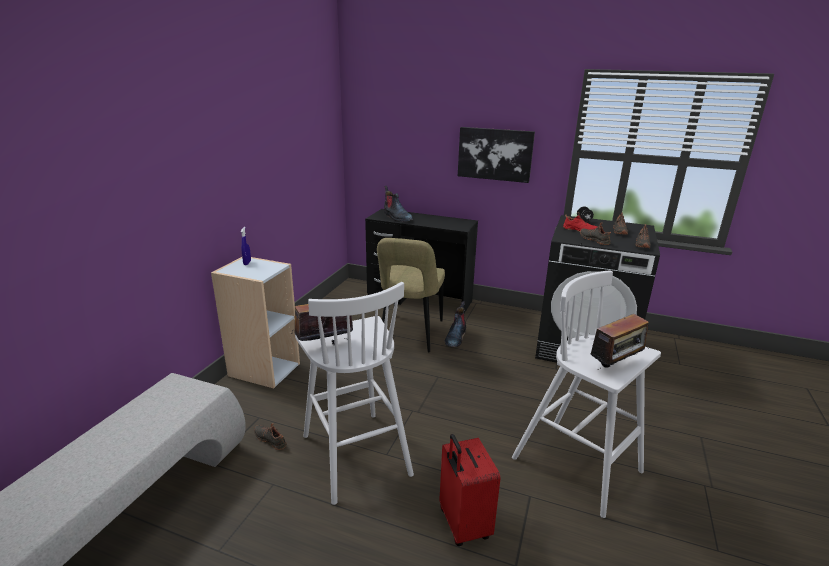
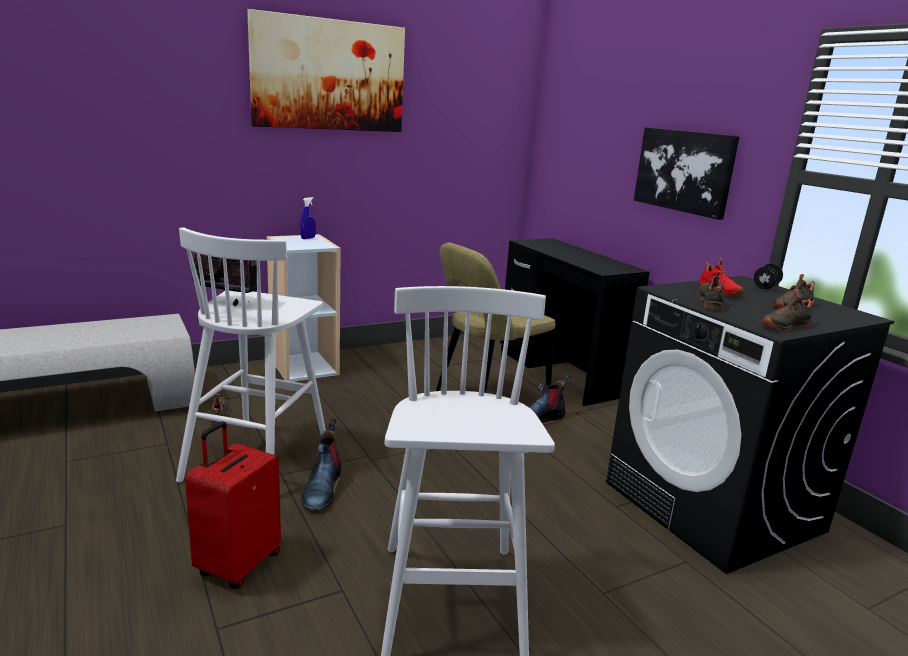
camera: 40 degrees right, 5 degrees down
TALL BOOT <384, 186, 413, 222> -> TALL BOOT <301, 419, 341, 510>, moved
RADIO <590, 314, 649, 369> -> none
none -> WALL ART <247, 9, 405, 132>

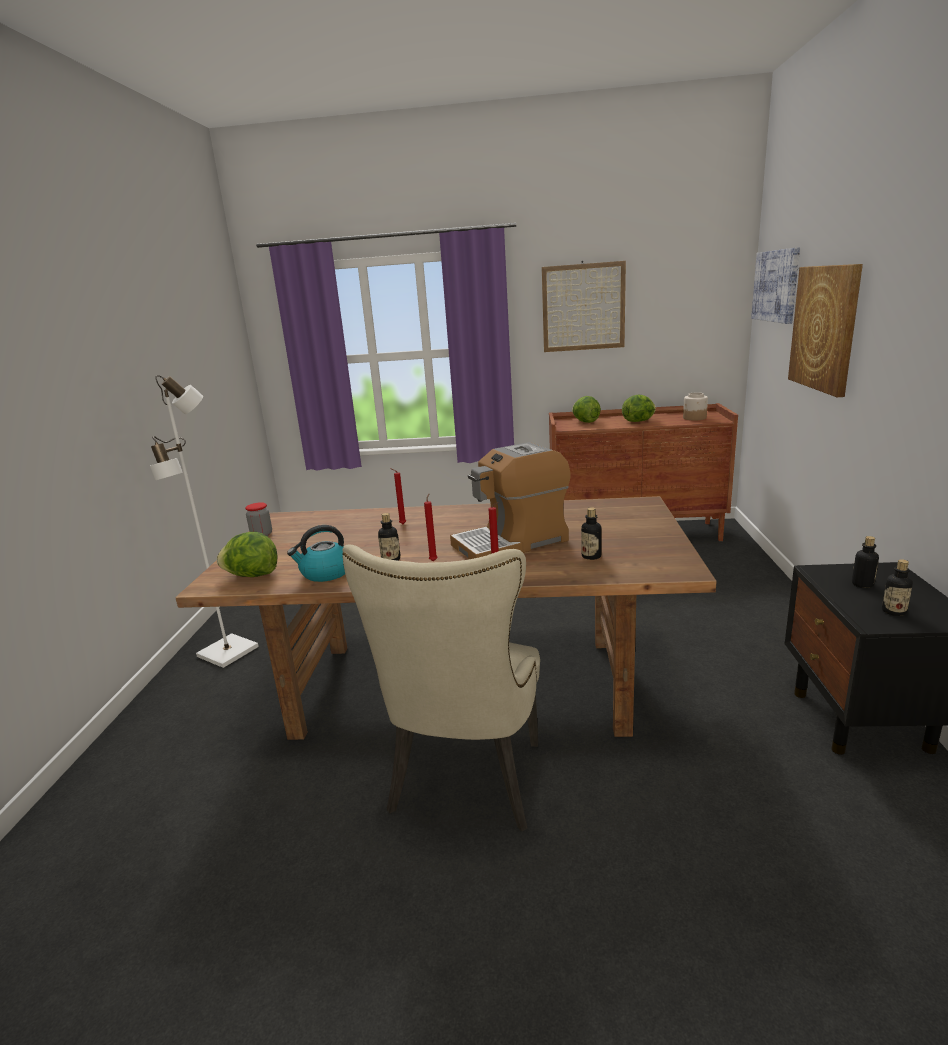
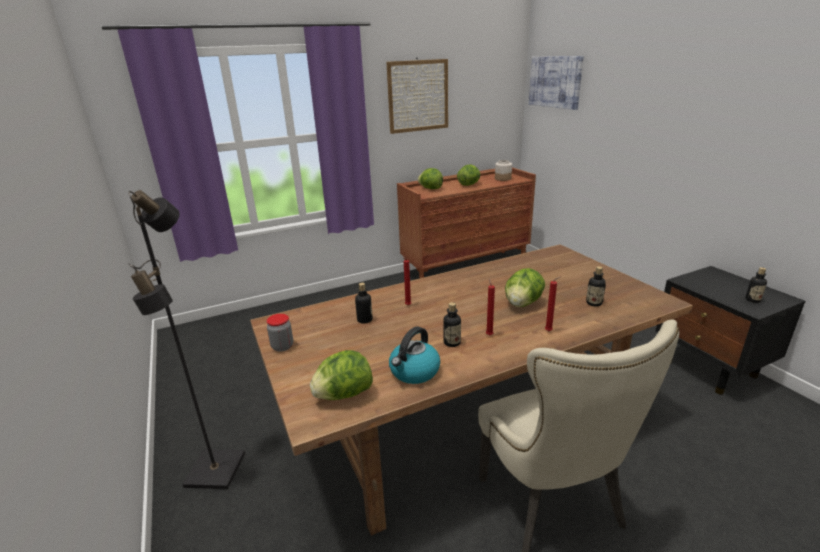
camera: 30 degrees left, 5 degrees up
WHITE FLOOR LAMP <150, 375, 259, 668> -> BLACK FLOOR LAMP <128, 190, 245, 489>
COFFEE MAKER <450, 442, 571, 559> -> LETTUCE <505, 268, 545, 307>
WALL ART <788, 264, 863, 397> -> none
BOTTLE <852, 536, 879, 588> -> BOTTLE <355, 283, 373, 324>, moved

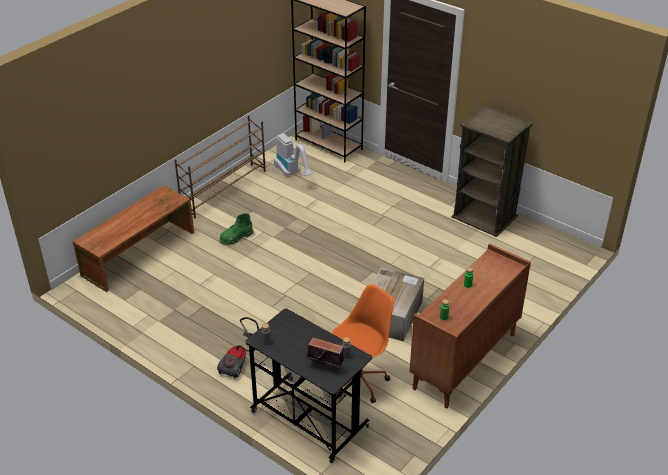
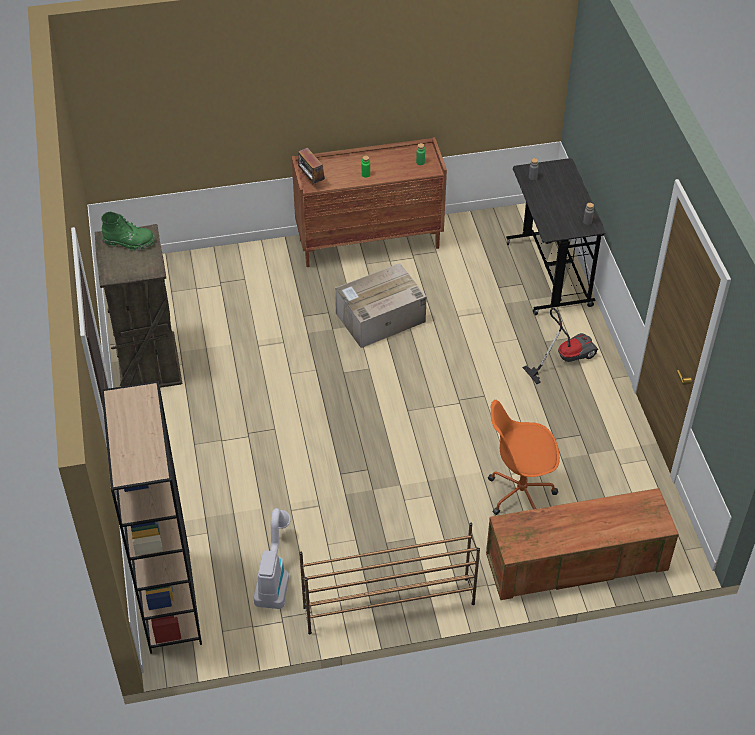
camera: 140 degrees left, 10 degrees up
GREEN-COLOURED TALL BOOT <219, 213, 254, 245> -> GREEN-COLOURED TALL BOOT <101, 212, 155, 251>, moved
RADIO <306, 338, 344, 371> -> RADIO <298, 148, 325, 183>, moved
ORANGE DESK CHAIR <332, 284, 394, 403> -> ORANGE DESK CHAIR <488, 400, 560, 515>, moved

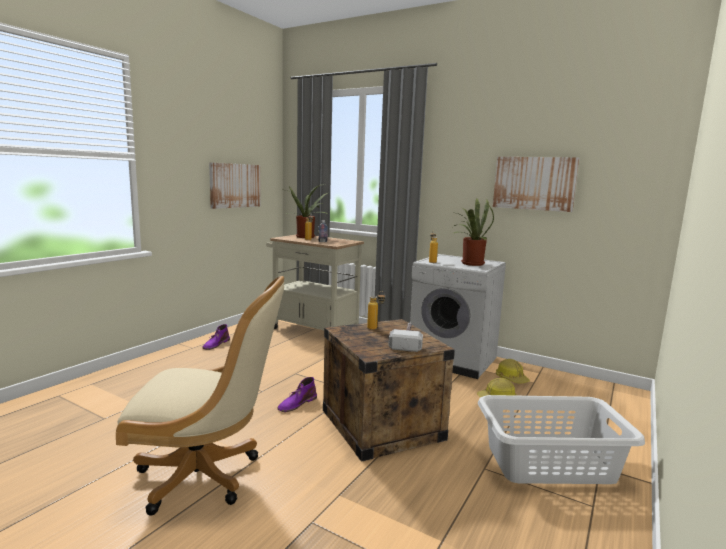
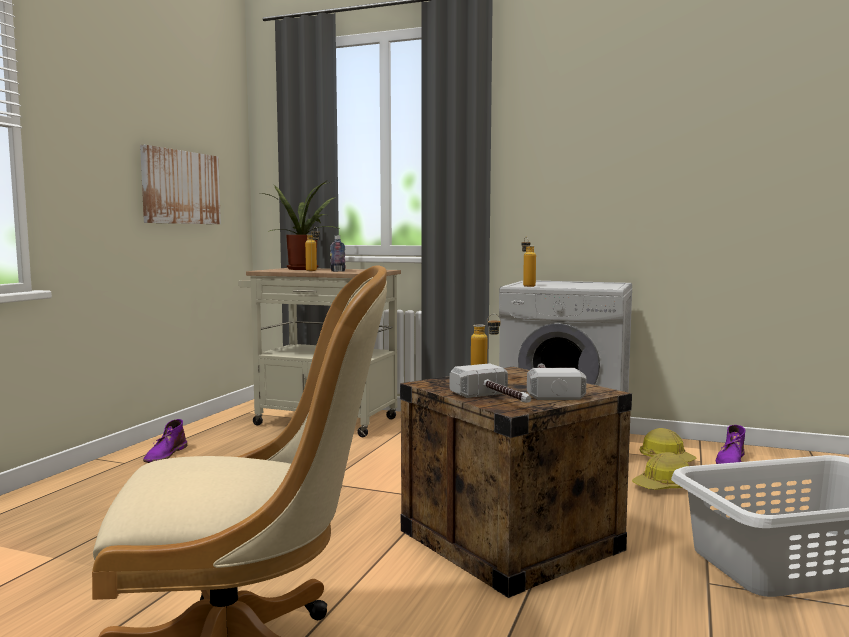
camera: 10 degrees left, 5 degrees down
PURPLISH TALL BOOT <277, 377, 317, 412> -> PURPLISH TALL BOOT <716, 425, 746, 464>, moved
POTTED PLANT <452, 198, 494, 266> -> none
WALL ART <493, 157, 580, 212> -> none
none -> HAND HAMMER <450, 363, 531, 403>

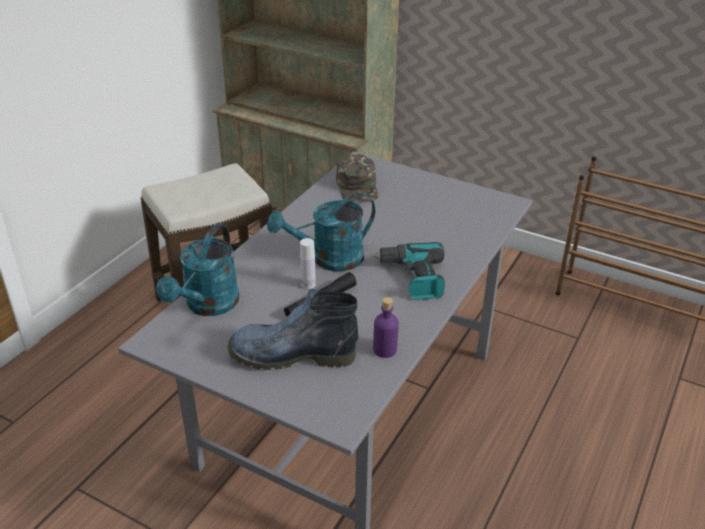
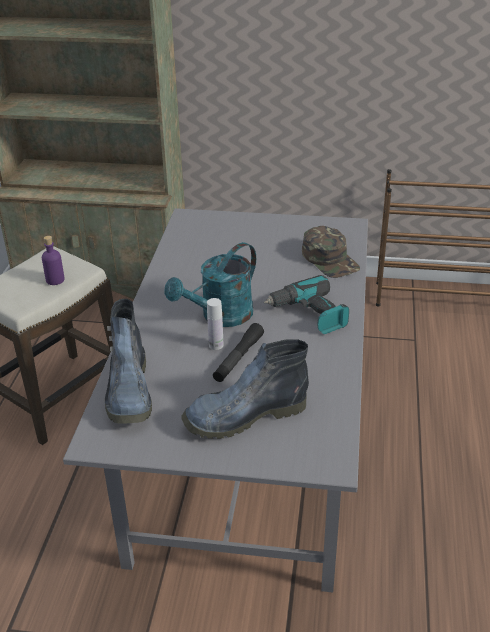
camera: 20 degrees left, 0 degrees up
BLUE-GREEN WATERING POT <156, 224, 240, 316> -> TALL BOOT <105, 299, 152, 424>
GREEN-COLOURED PEAKED CAP <336, 154, 378, 202> -> GREEN-COLOURED PEAKED CAP <302, 226, 360, 278>, moved
PURPLISH BOTTLE <373, 297, 399, 358> -> PURPLISH BOTTLE <42, 236, 65, 285>, moved

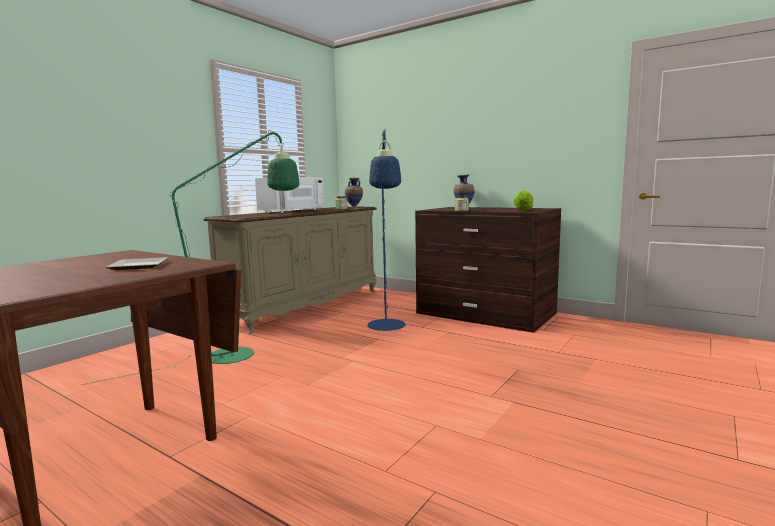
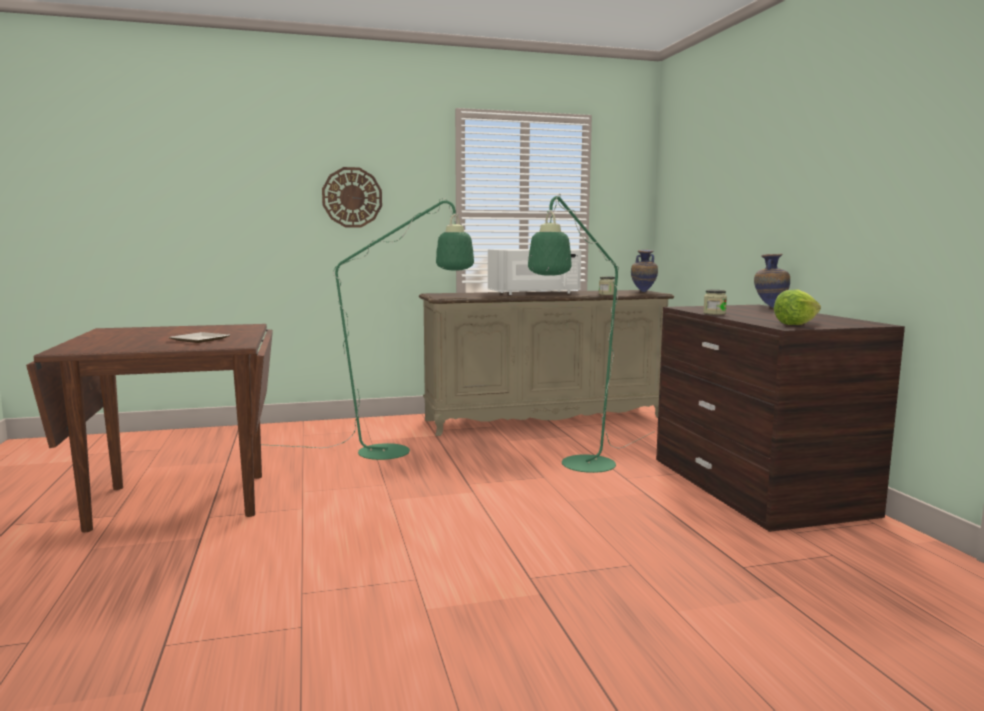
camera: 40 degrees right, 0 degrees up
BLUE-COLOURED FLOOR LAMP <367, 128, 406, 331> -> GREEN-COLOURED FLOOR LAMP <528, 194, 655, 473>
none -> CLOCK ON THE WALL <322, 167, 382, 228>

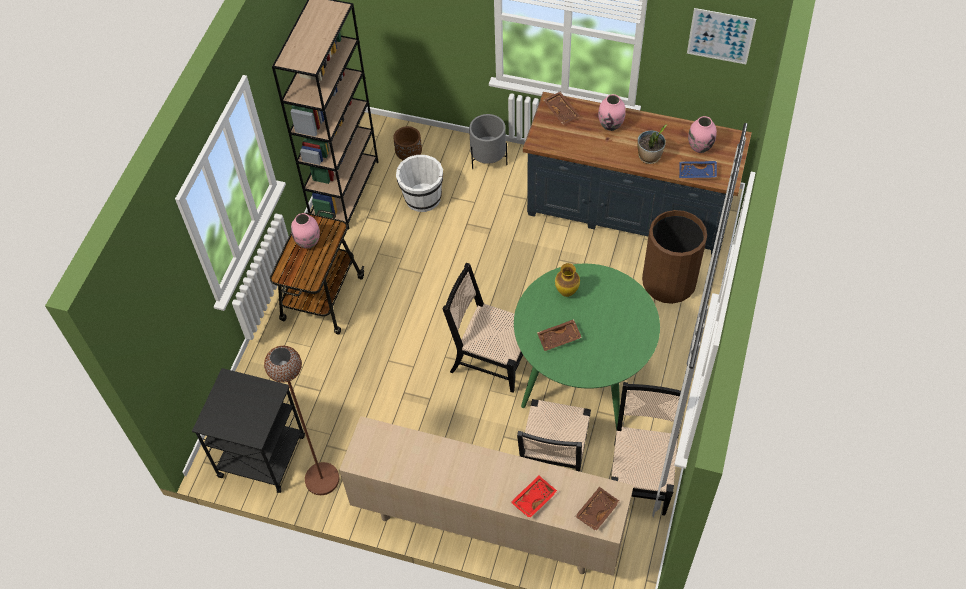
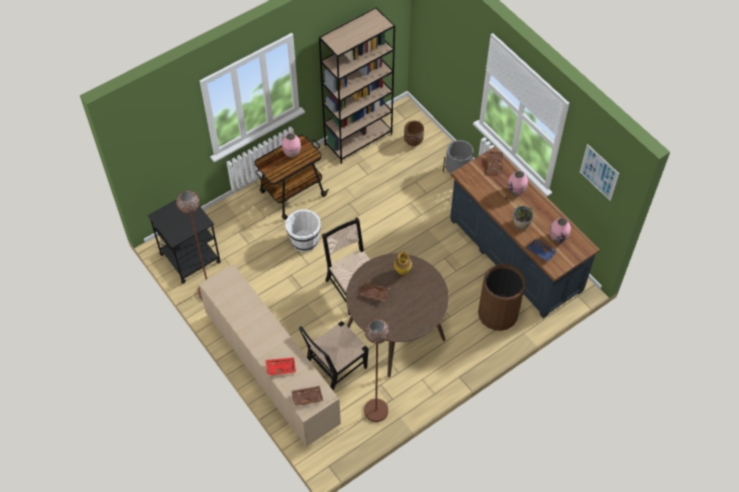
camera: 35 degrees right, 0 degrees up
WHITE BUCKET <396, 155, 443, 212> -> WHITE BUCKET <285, 209, 321, 252>, moved
GREEN-COLOURED DINNER TABLE <514, 264, 660, 430> -> BROWNISH DINNER TABLE <346, 253, 449, 377>
CHAIR <611, 382, 681, 515> -> BROWNISH FLOOR LAMP <364, 318, 390, 422>

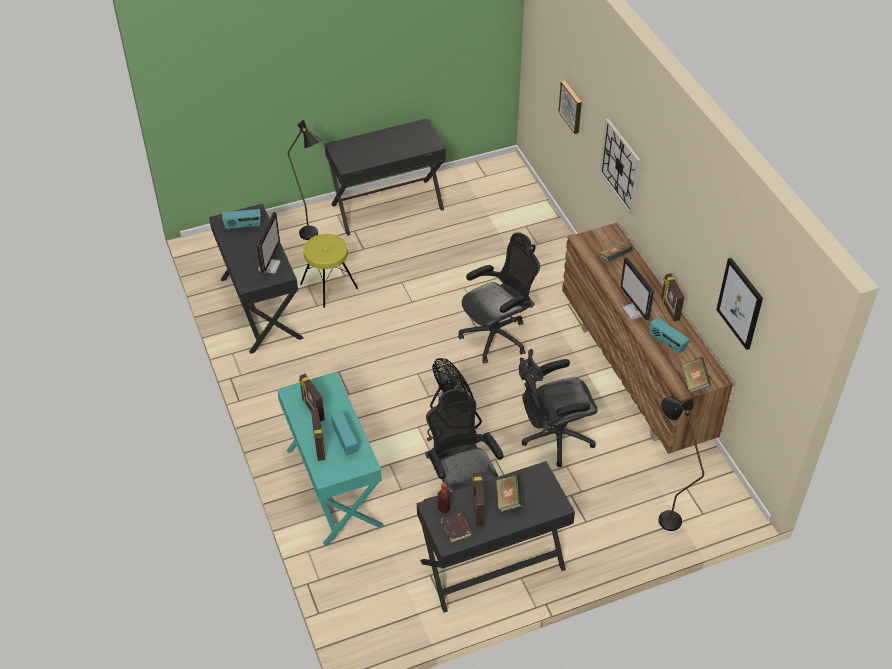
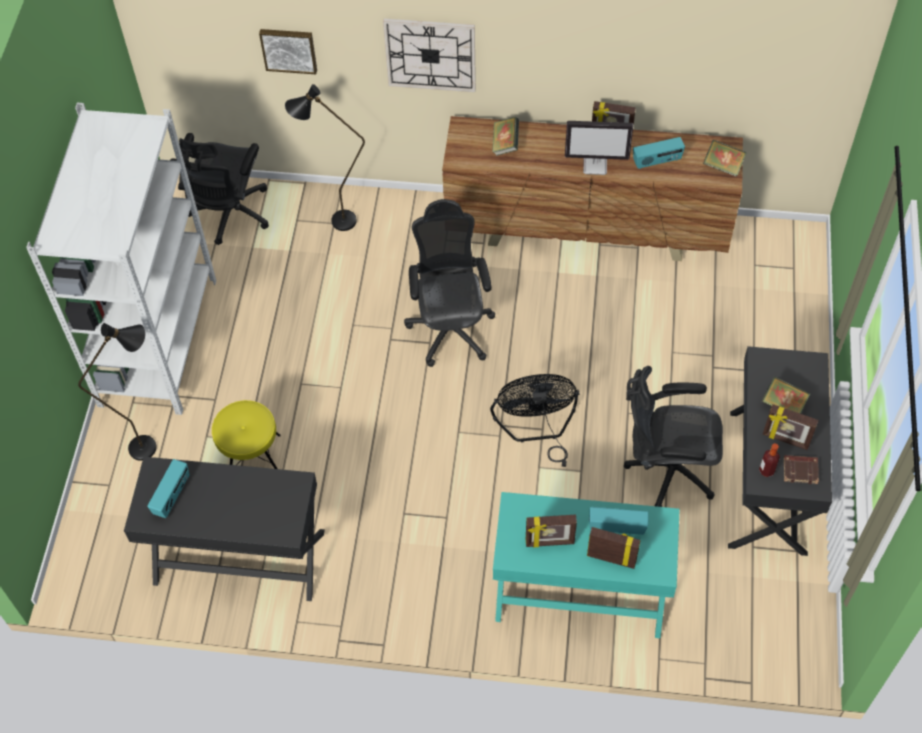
camera: 60 degrees left, 10 degrees up
COMPUTER SCREEN <257, 212, 281, 274> -> none
BLACK DESK TABLE <324, 118, 446, 236> -> WHITE BOOKSHELF <26, 103, 216, 415>
DESK CHAIR <519, 349, 598, 467> -> DESK CHAIR <170, 133, 269, 245>, moved
BLACK FLOOR LAMP <658, 396, 704, 531> -> BLACK FLOOR LAMP <285, 84, 365, 231>, moved
WALL ART <716, 258, 763, 350> -> none

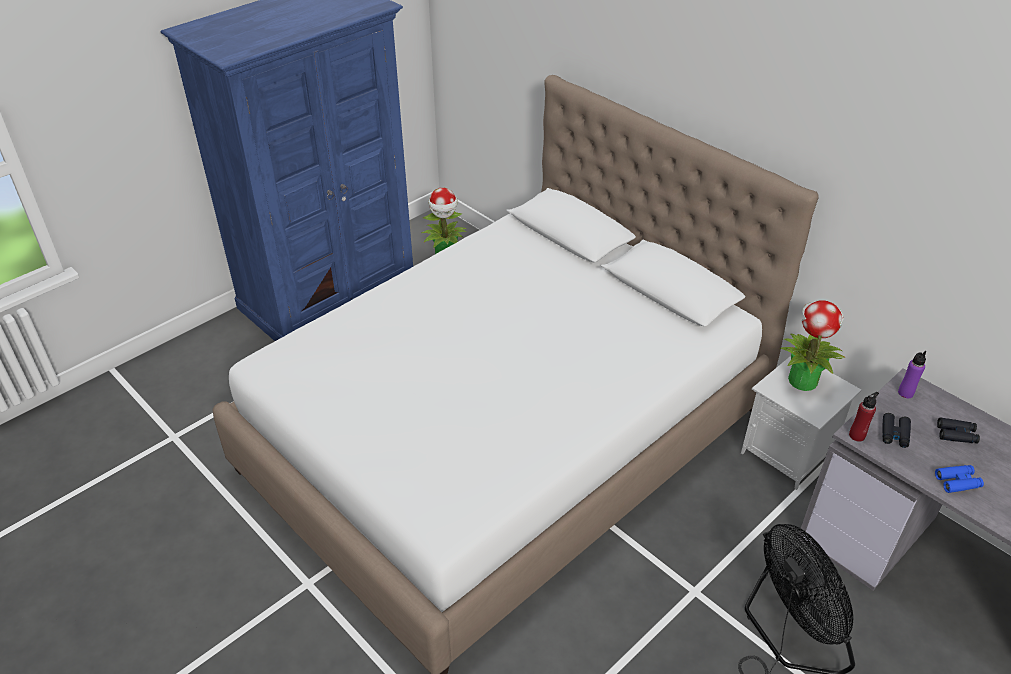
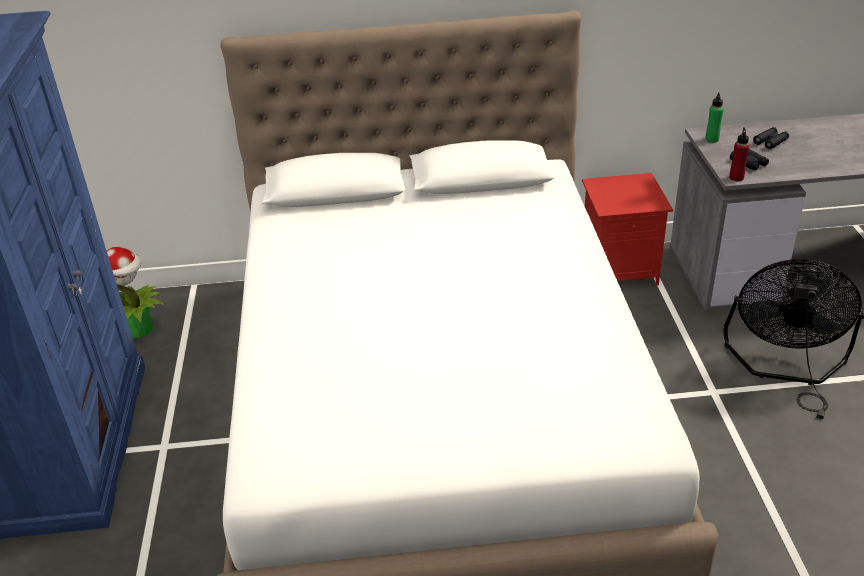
camera: 50 degrees left, 5 degrees down
GRAY NIGHTSTAND <741, 356, 861, 490> -> RED-COLOURED NIGHTSTAND <582, 173, 673, 285>
POTTED PLANT <780, 300, 845, 391> -> none
PURPLISH BOTTLE <898, 351, 927, 398> -> GREEN-COLOURED BOTTLE <705, 92, 724, 143>
BLUE-COLOURED BINOCULARS <935, 465, 984, 493> -> none

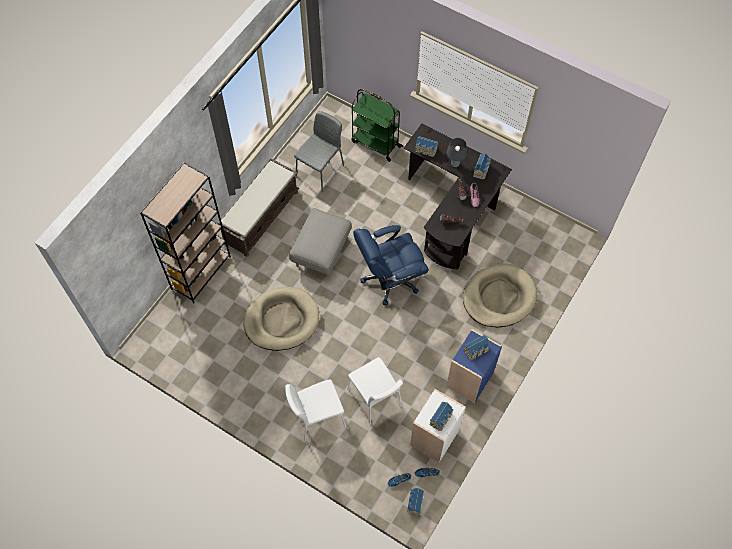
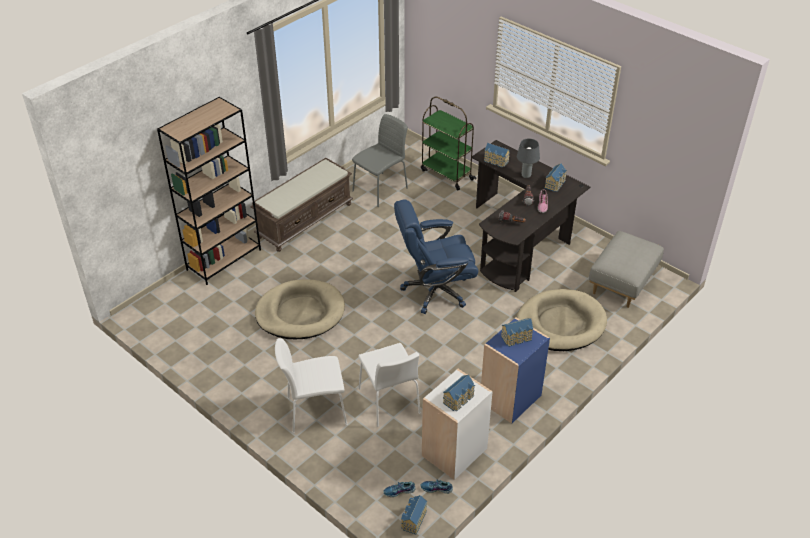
camera: 10 degrees right, 20 degrees down
GRAY FOOTREST <289, 208, 352, 278> -> GRAY FOOTREST <589, 231, 664, 308>, moved

